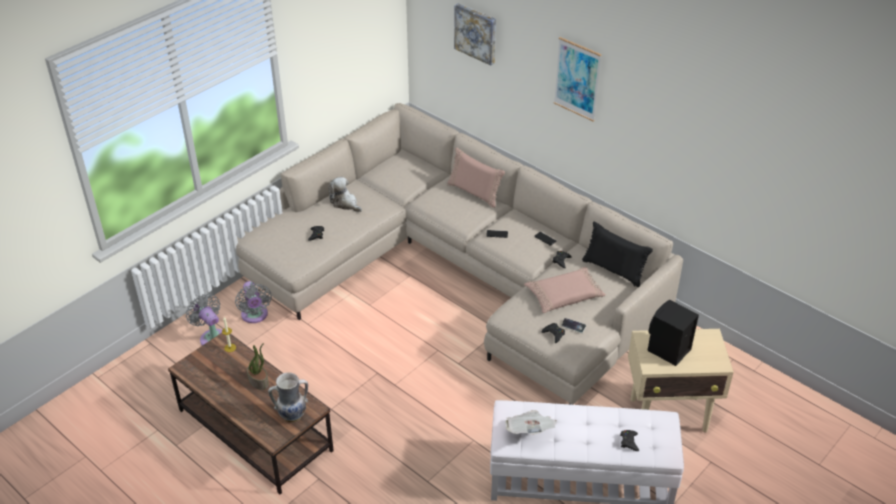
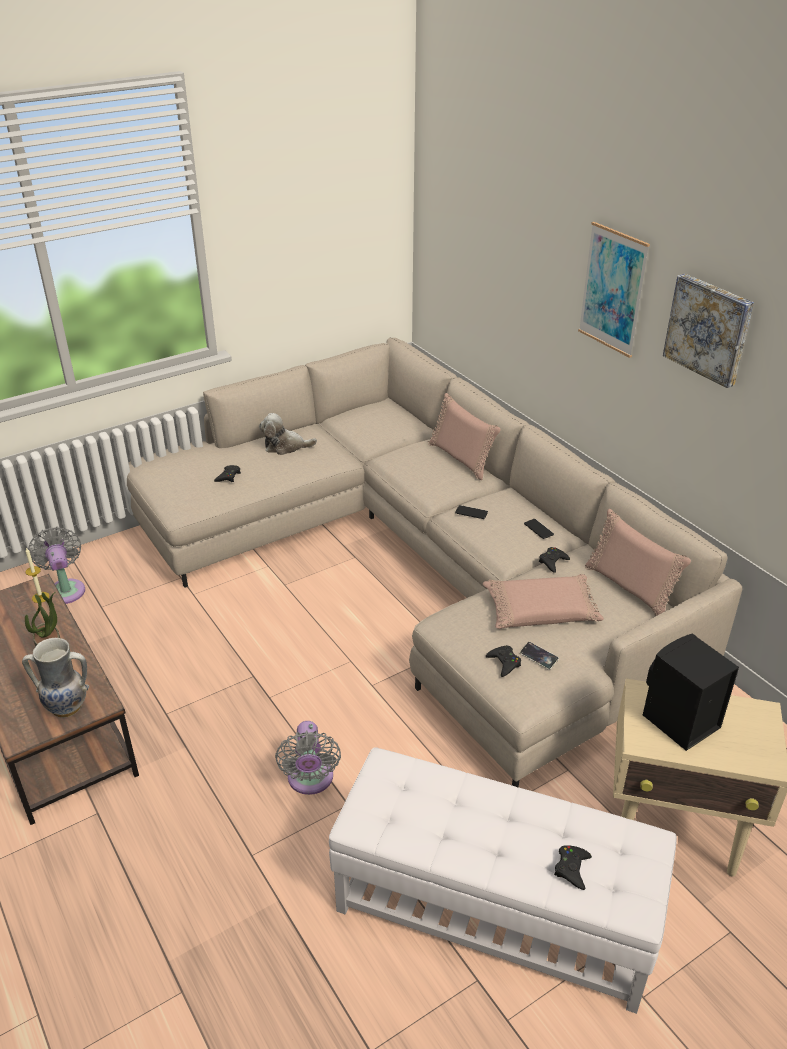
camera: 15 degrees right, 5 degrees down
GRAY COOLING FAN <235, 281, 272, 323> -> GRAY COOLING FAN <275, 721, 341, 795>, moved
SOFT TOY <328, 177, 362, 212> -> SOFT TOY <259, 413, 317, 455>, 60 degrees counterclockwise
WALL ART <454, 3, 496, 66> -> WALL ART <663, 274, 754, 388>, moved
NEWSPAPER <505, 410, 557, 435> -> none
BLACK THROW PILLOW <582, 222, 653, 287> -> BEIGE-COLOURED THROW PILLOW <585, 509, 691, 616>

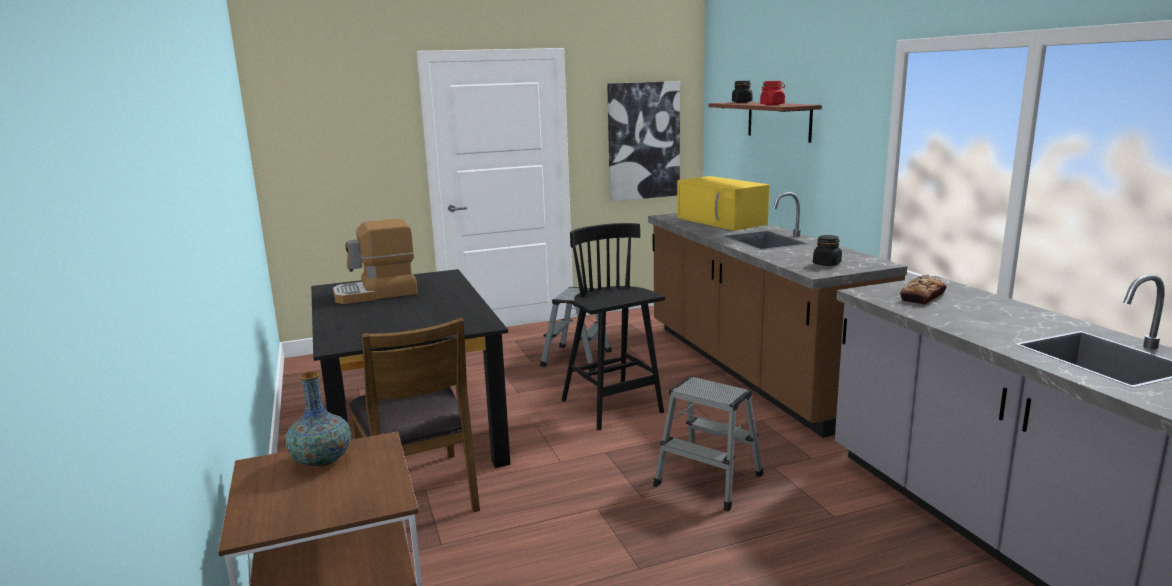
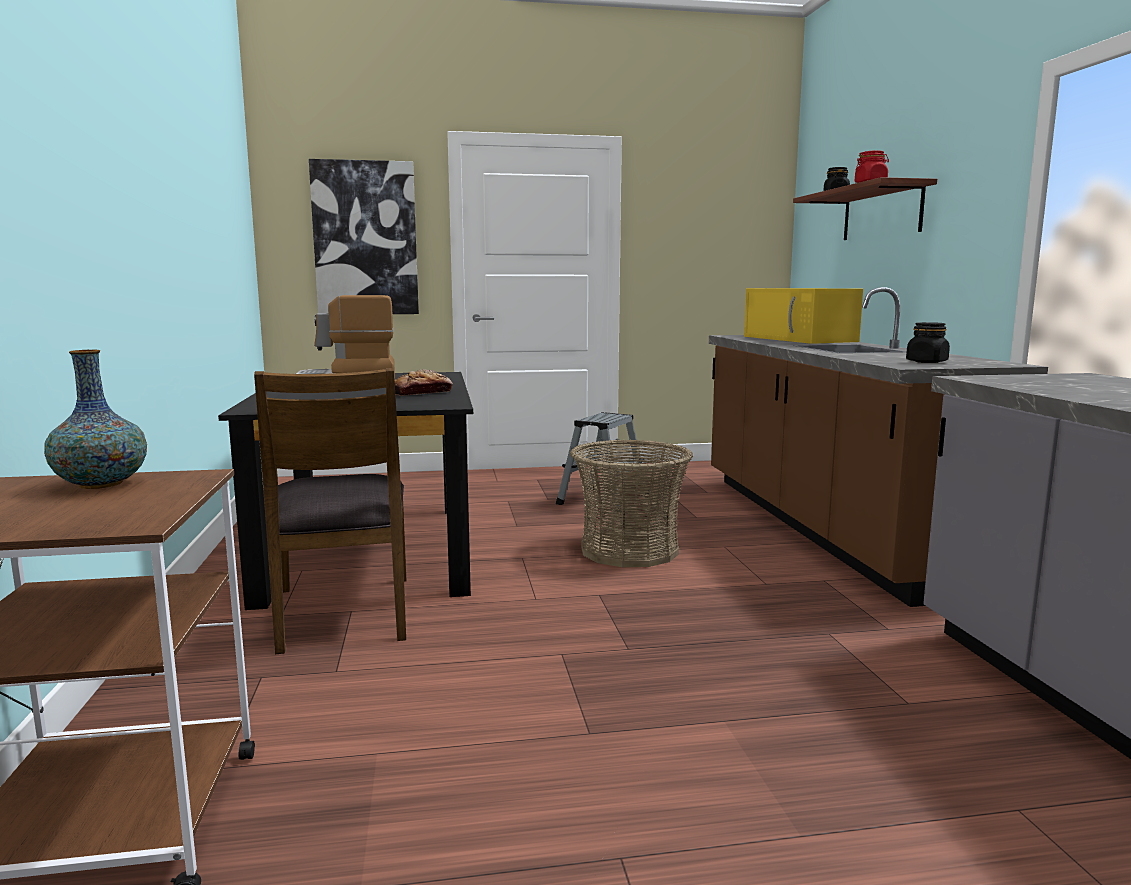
camera: 10 degrees right, 5 degrees down
BLACK STOOL SEAT <562, 223, 665, 430> -> STORAGE BASKET <570, 439, 693, 567>
WALL ART <607, 81, 680, 201> -> WALL ART <309, 159, 419, 314>, moved
GRAY STEPLADDER <653, 376, 764, 511> -> none
BAKERY BREAD <900, 275, 947, 305> -> BAKERY BREAD <395, 369, 453, 396>, moved

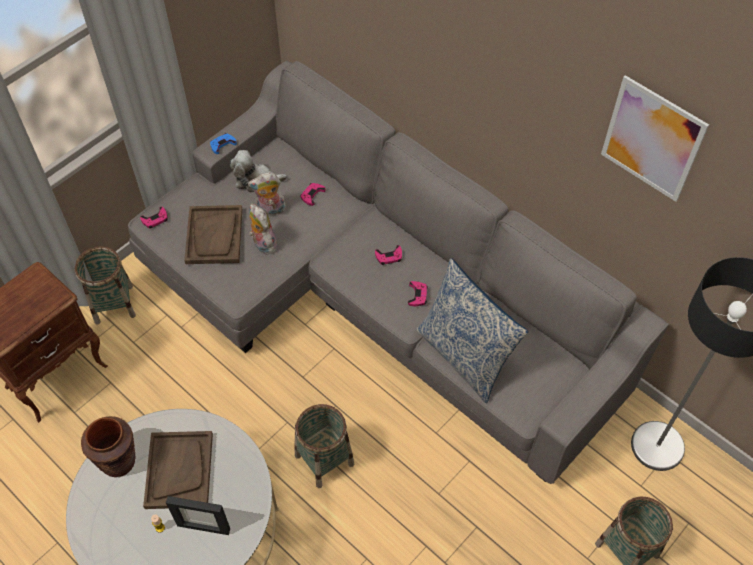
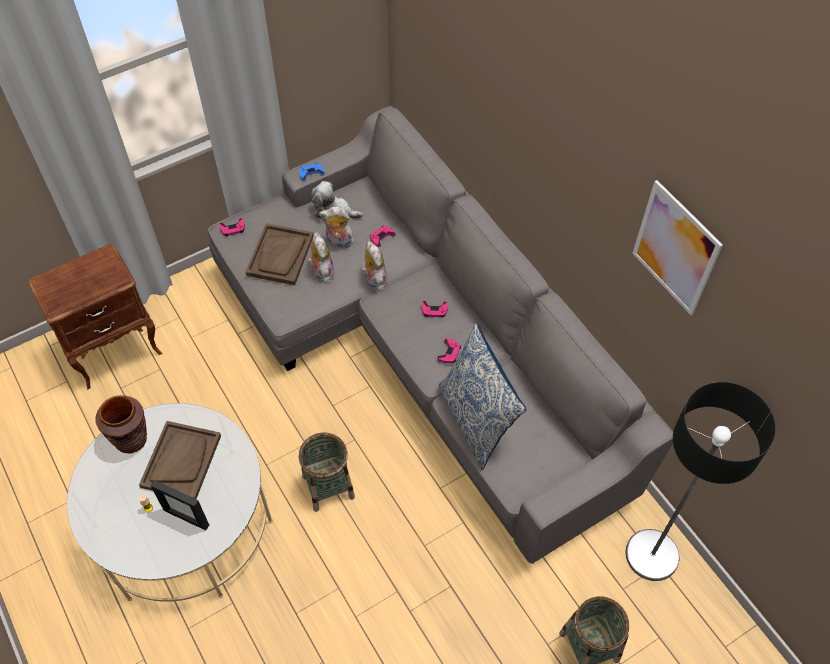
camera: 15 degrees right, 0 degrees up
STORAGE BASKET <75, 246, 136, 325> -> none
none -> SOFT TOY <362, 241, 388, 292>

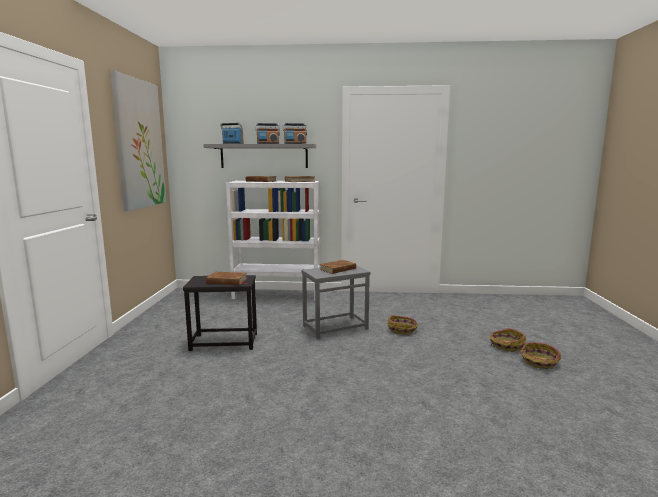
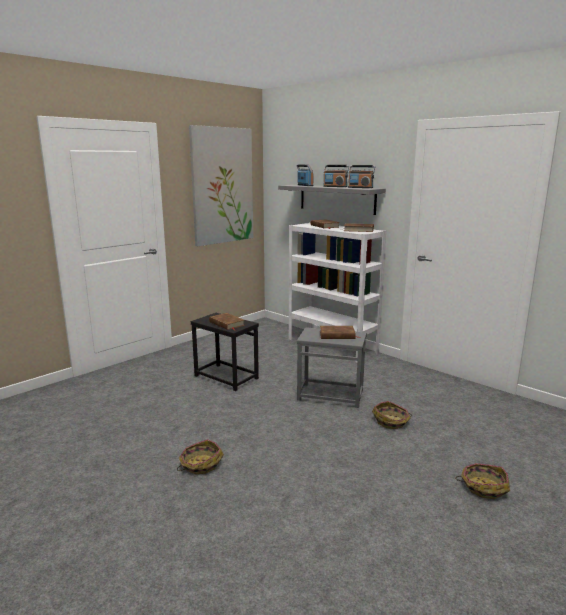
camera: 40 degrees right, 5 degrees up
STORAGE BASKET <520, 342, 561, 369> -> STORAGE BASKET <177, 439, 224, 474>, moved

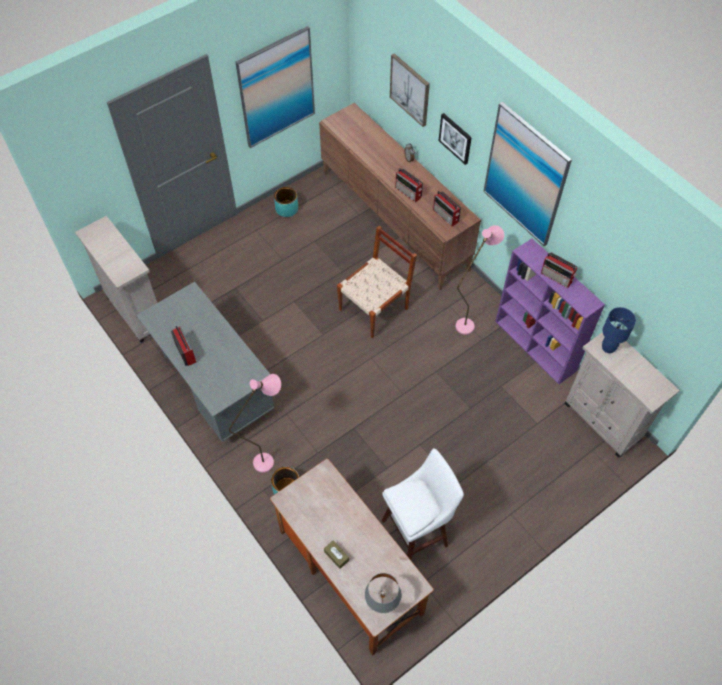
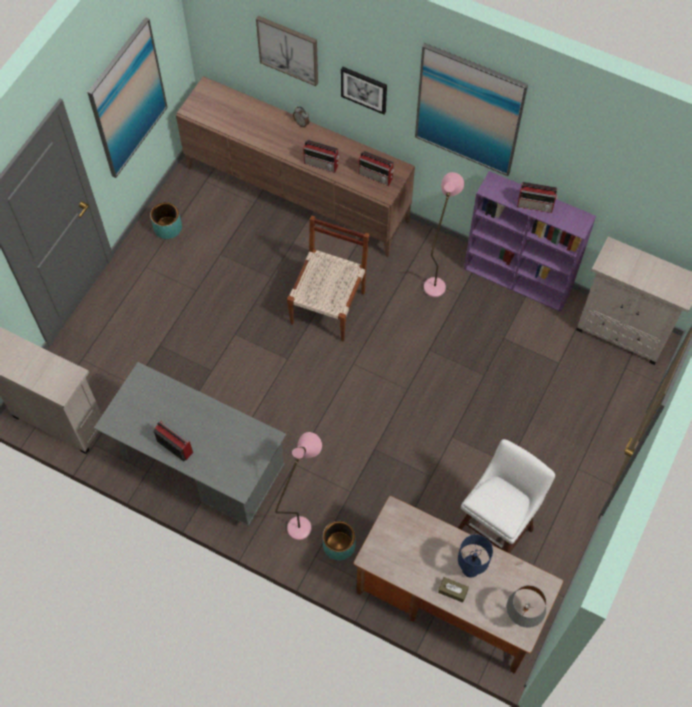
camera: 25 degrees left, 5 degrees up
BLUE-COLOURED TABLE LAMP <602, 307, 636, 353> -> BLUE-COLOURED TABLE LAMP <458, 534, 493, 578>, moved

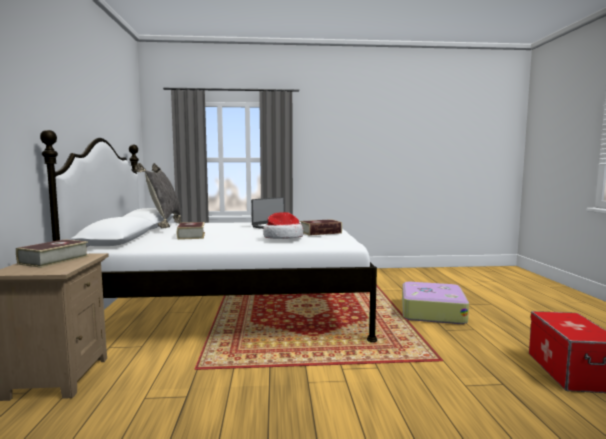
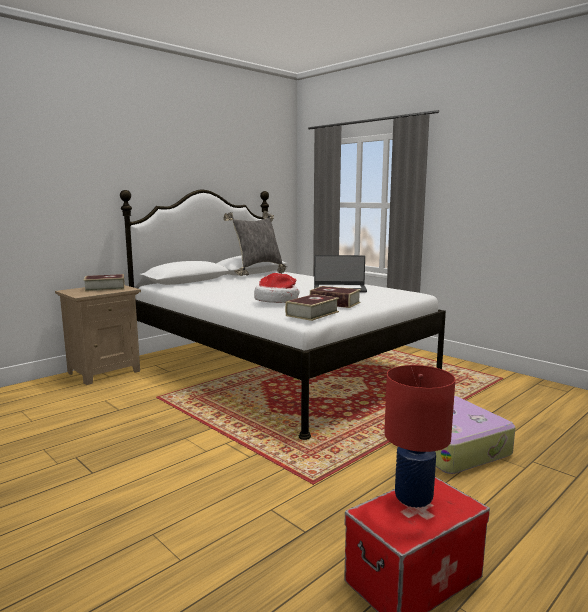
camera: 50 degrees right, 5 degrees up
VOLUME <177, 222, 205, 240> -> VOLUME <285, 294, 339, 321>, moved
none -> RED-COLOURED TABLE LAMP <384, 365, 455, 508>

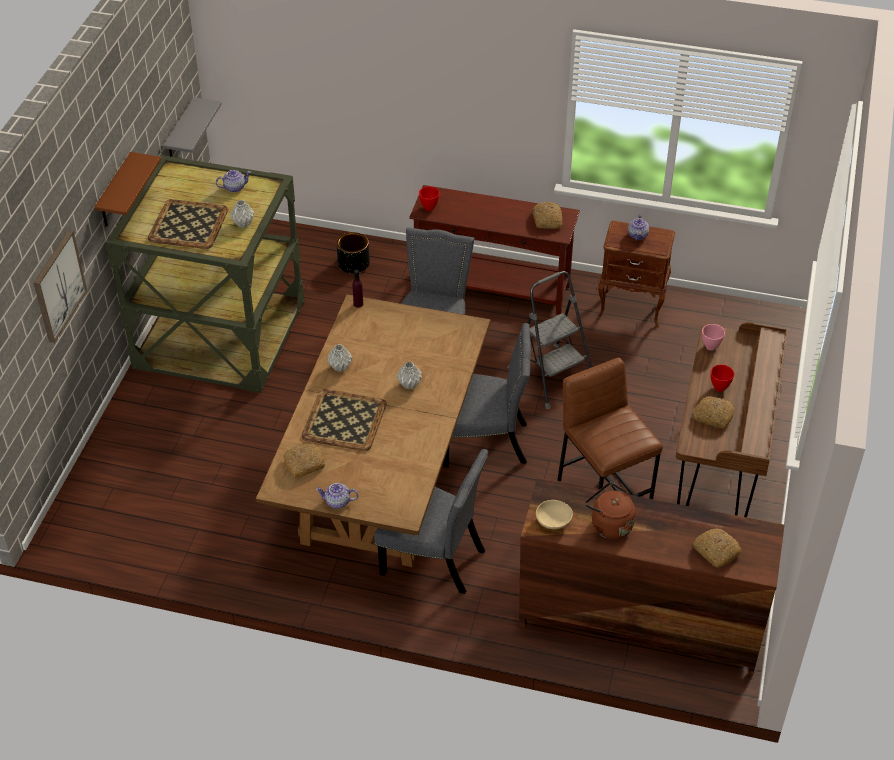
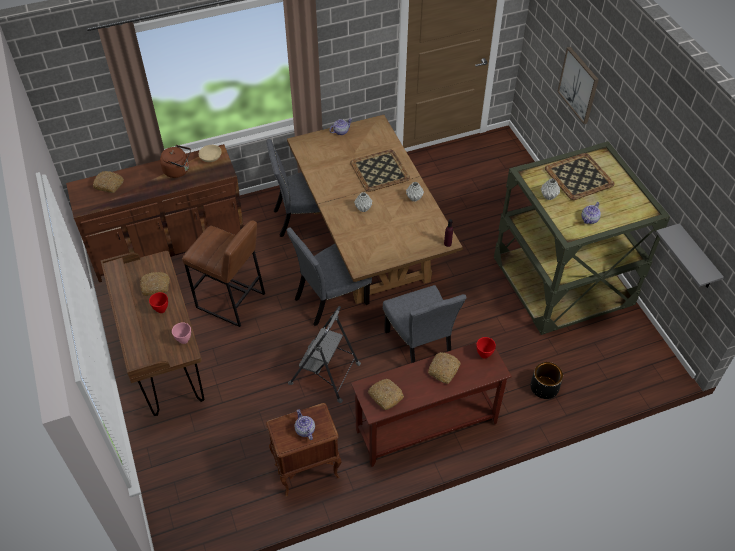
camera: 145 degrees right, 5 degrees up
BROWNISH SHELF <94, 152, 161, 227> -> none
BAKERY BREAD <284, 443, 325, 478> -> BAKERY BREAD <428, 352, 461, 384>, moved

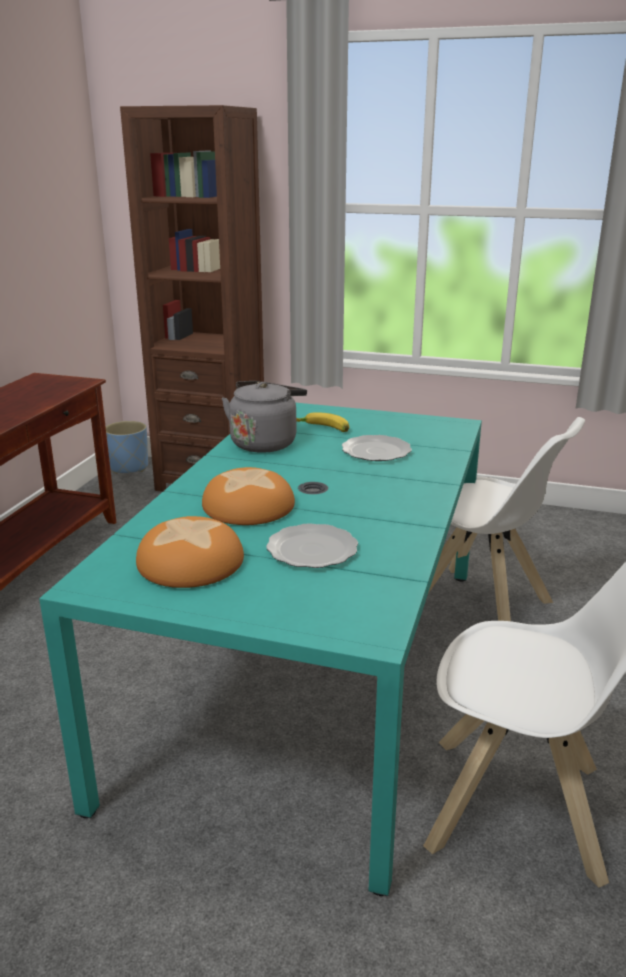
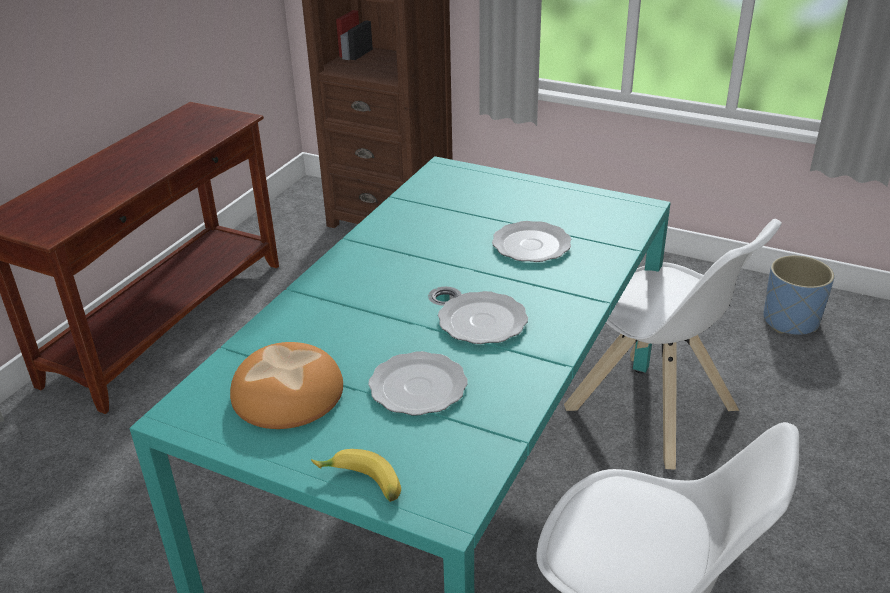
camera: 10 degrees right, 10 degrees up
BLUE-COLOURED PLANT POT <106, 421, 148, 474> -> BLUE-COLOURED PLANT POT <763, 255, 835, 335>, moved
BAKERY BREAD <202, 467, 295, 525> -> none
GRAY WATER KETTLE <221, 381, 307, 453> -> none
BANANA <296, 412, 349, 432> -> BANANA <311, 449, 401, 502>, moved
none -> FLAT DISH <438, 291, 528, 344>

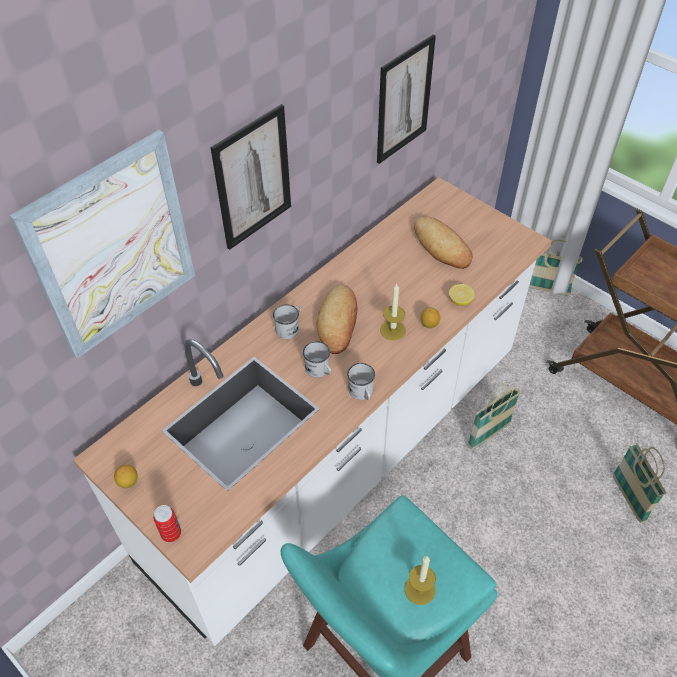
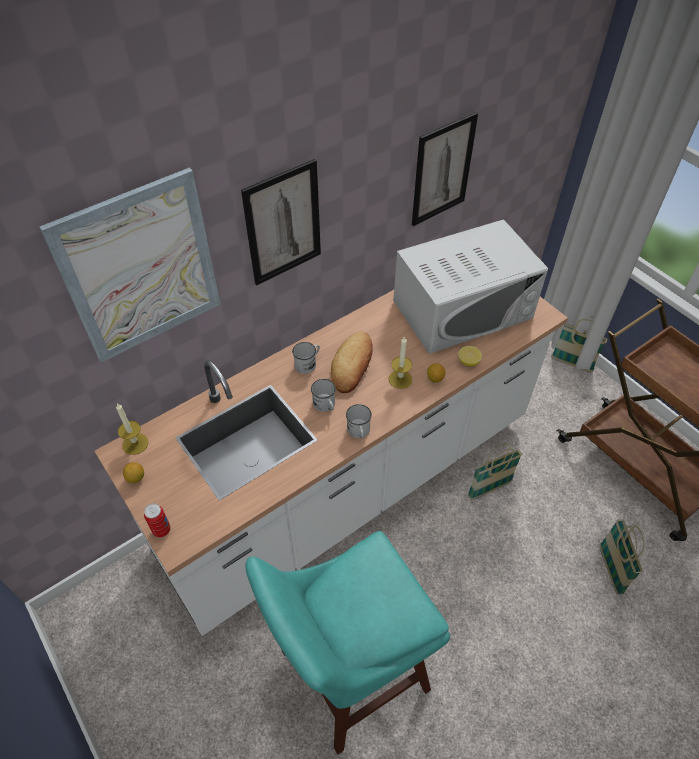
camera: 10 degrees right, 0 degrees up
WAX CANDLE <405, 556, 436, 605> -> WAX CANDLE <116, 403, 148, 455>, moved
BAKERY BREAD <414, 216, 472, 269> -> WHITE MICROWAVE OVEN <393, 219, 548, 354>

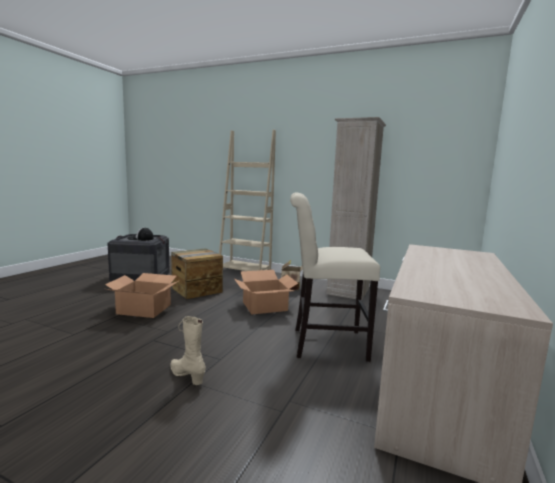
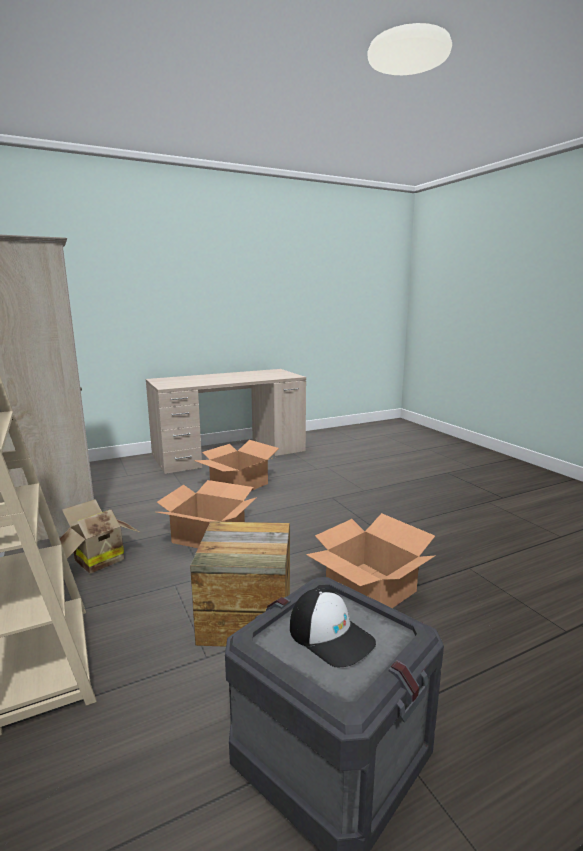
camera: 140 degrees left, 5 degrees up
BEIGE-COLOURED TALL BOOT <171, 316, 206, 385> -> none
BEIGE-COLOURED STOOL SEAT <290, 192, 380, 362> -> CARDBOARD BOX <194, 440, 279, 491>

